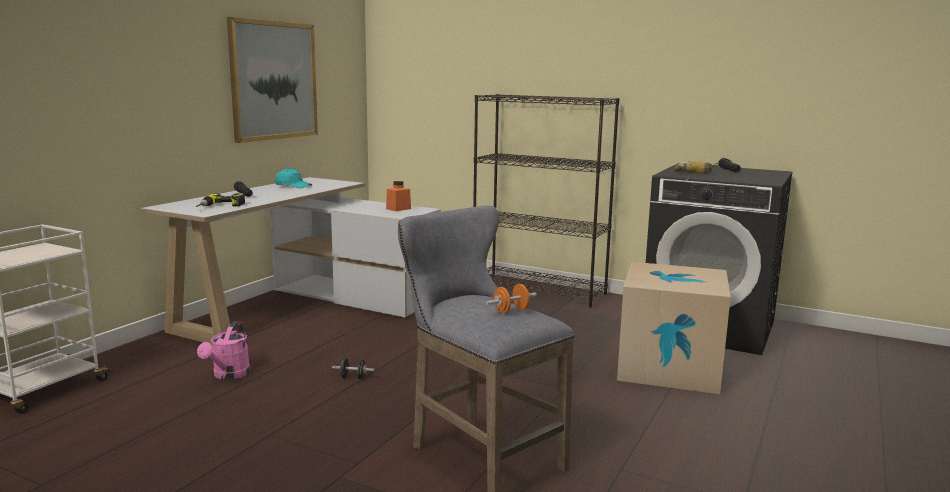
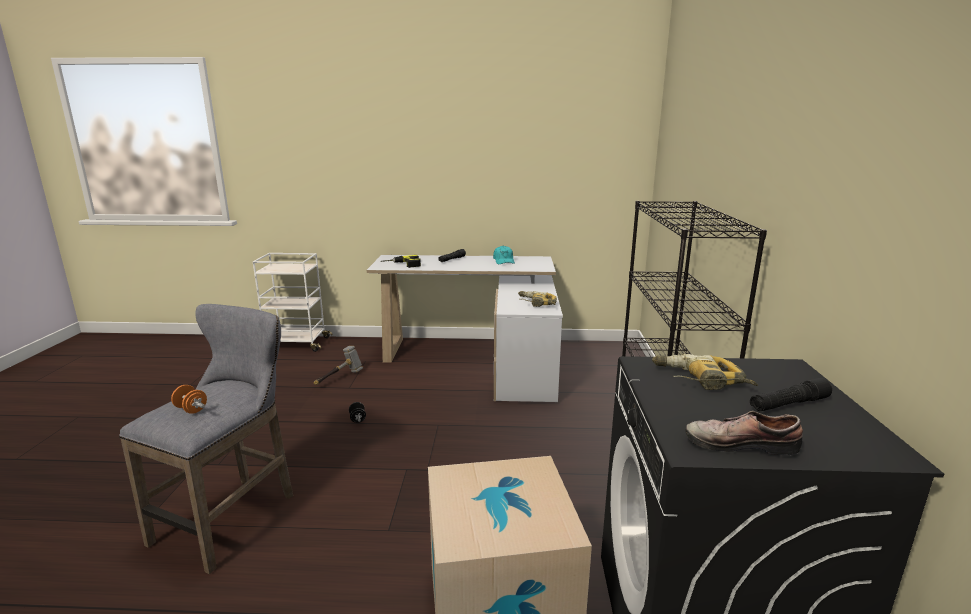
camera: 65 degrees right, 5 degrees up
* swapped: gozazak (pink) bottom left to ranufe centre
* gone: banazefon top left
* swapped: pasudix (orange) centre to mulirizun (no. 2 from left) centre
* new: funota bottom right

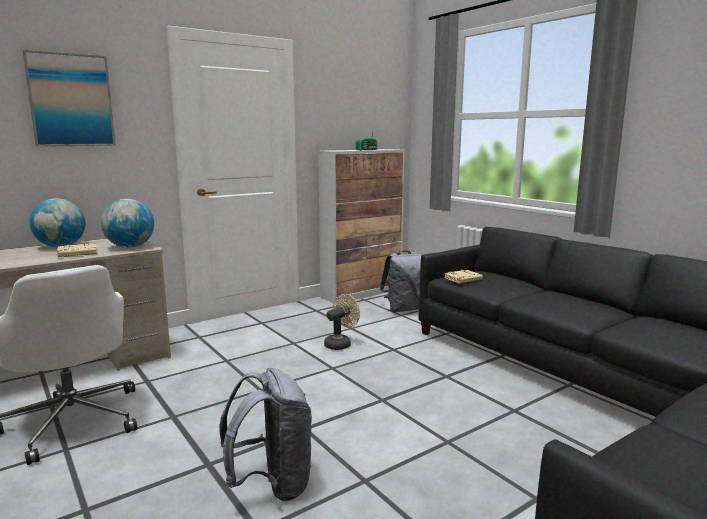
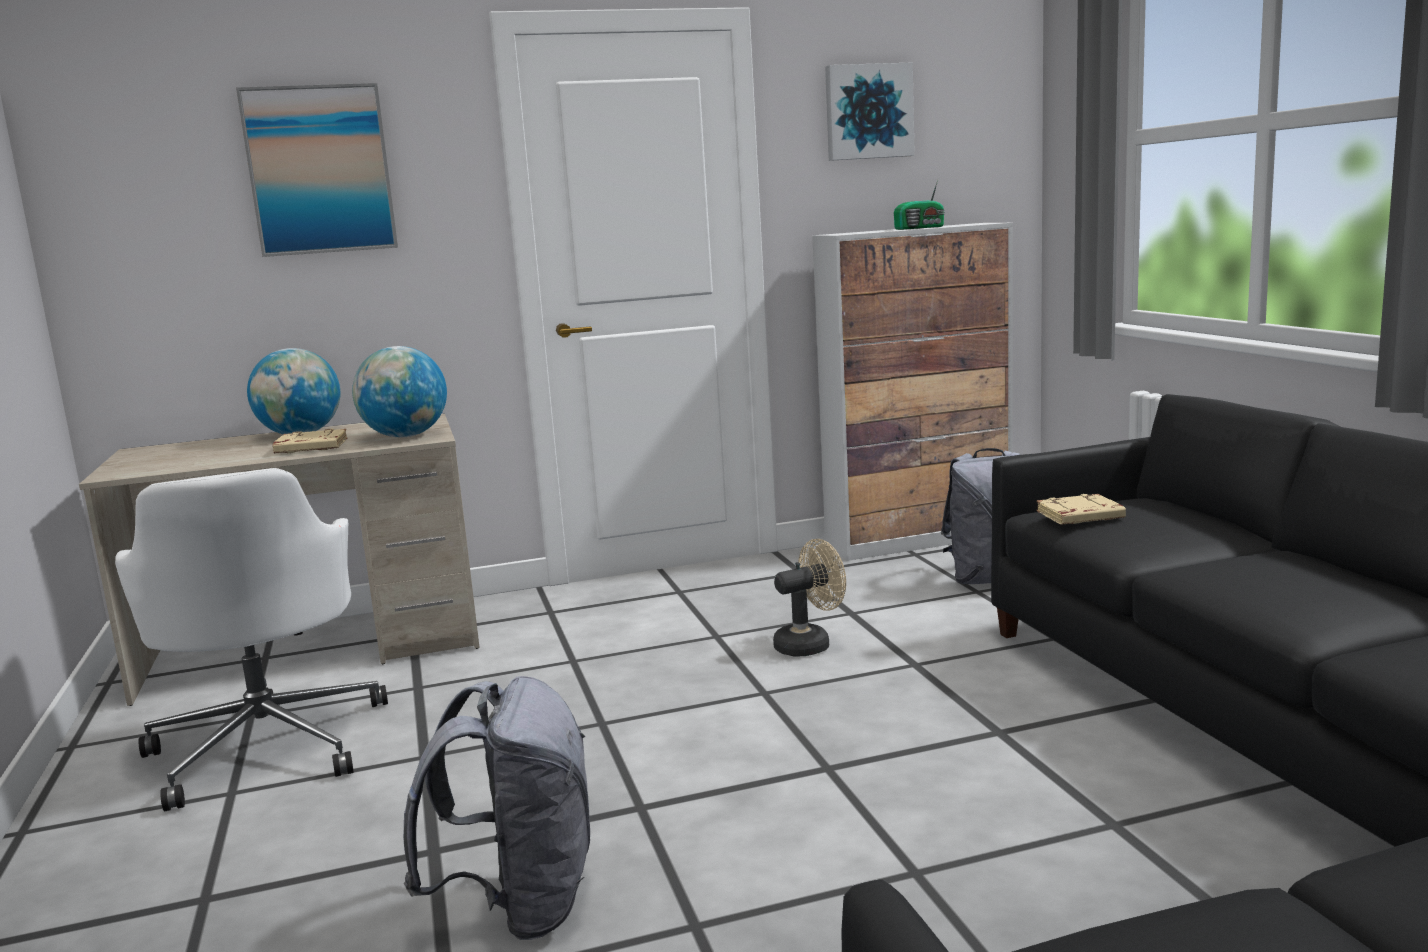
camera: 20 degrees right, 0 degrees up
* new: banazefon (no. 2 from left) top centre

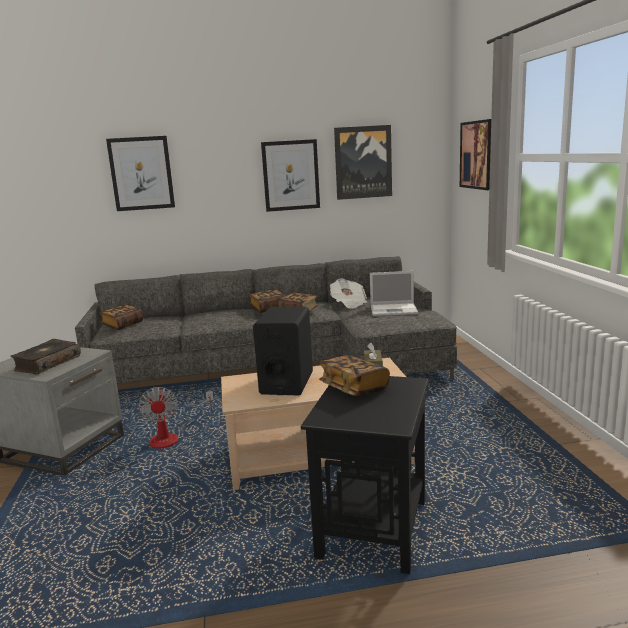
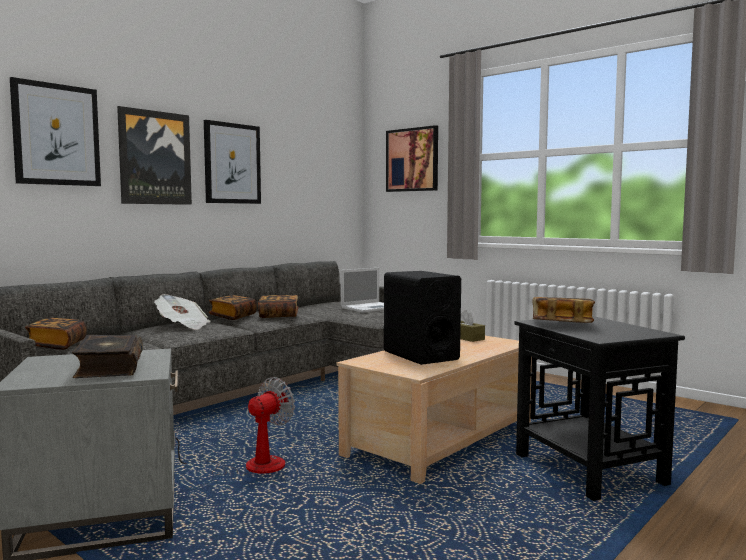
camera: 40 degrees left, 10 degrees down
* rotated: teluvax middle left = bottom left 90 degrees counterclockwise
* shifted: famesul centre to middle left
* shifted: banazefon (no. 3 from left in the first image) top centre to banazefon (no. 2 from left) top left

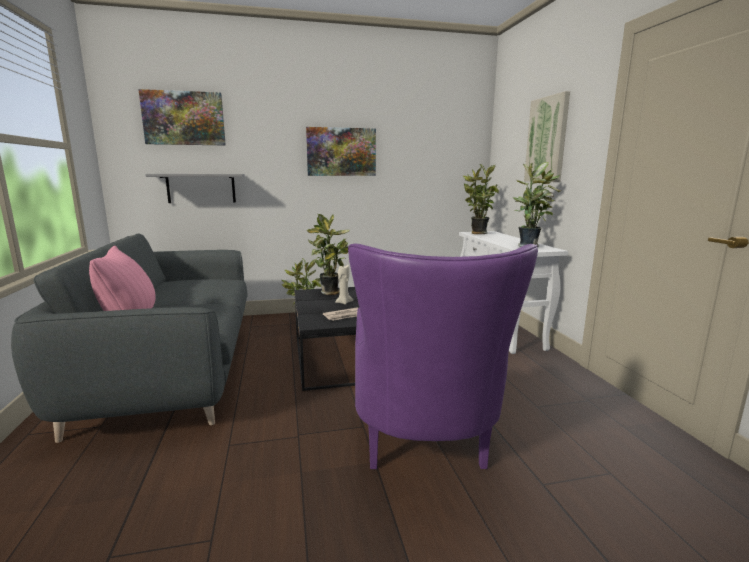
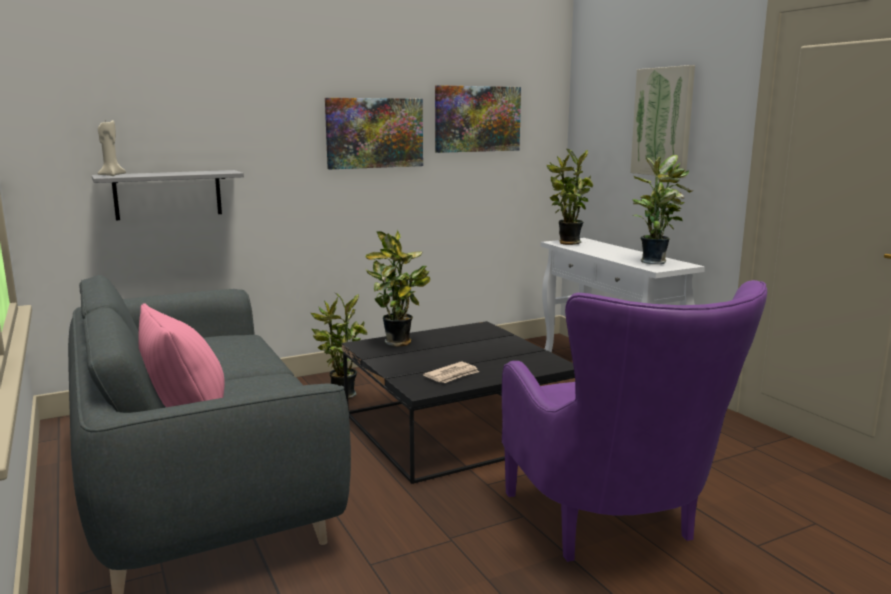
camera: 15 degrees left, 0 degrees up
* shifted: banazefon (no. 1 from left in the first image) top left to banazefon (no. 2 from left) top centre
* shifted: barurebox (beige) centre to top left

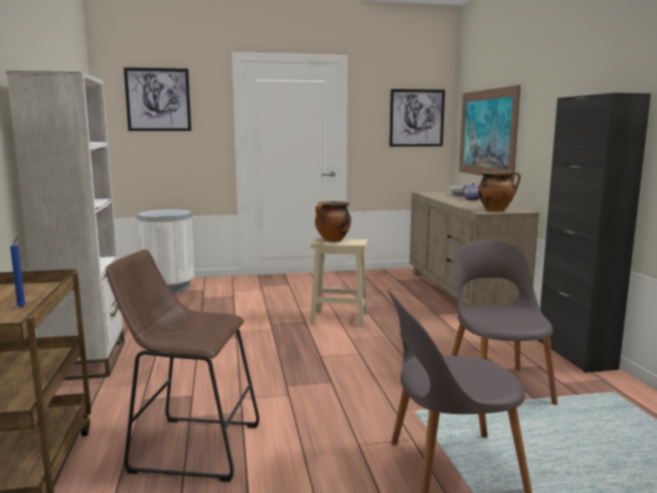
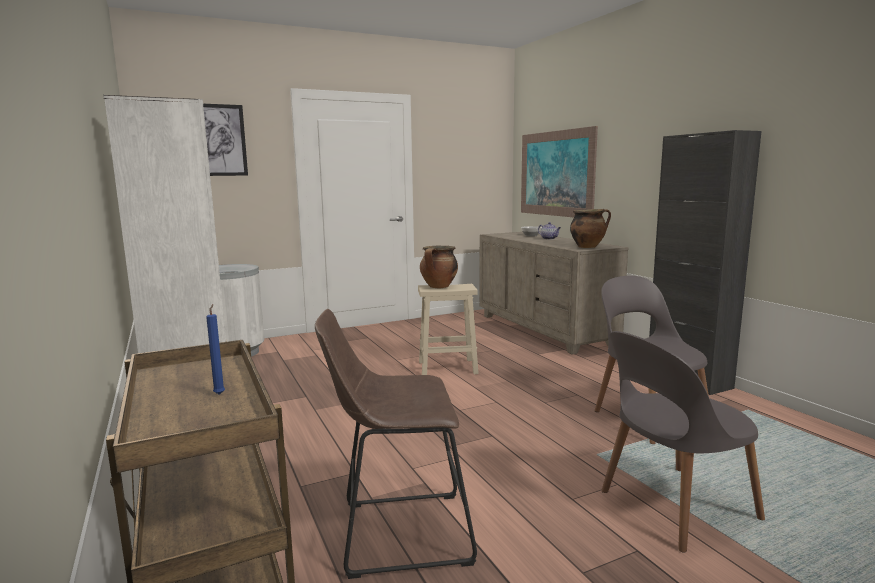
camera: 15 degrees left, 0 degrees up
* gone: banazefon (no. 2 from left) top centre

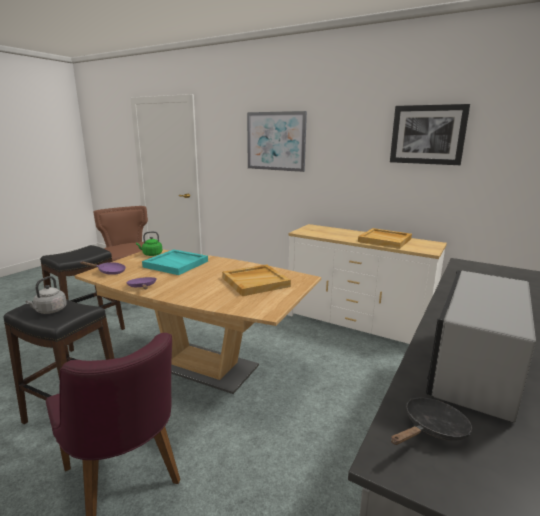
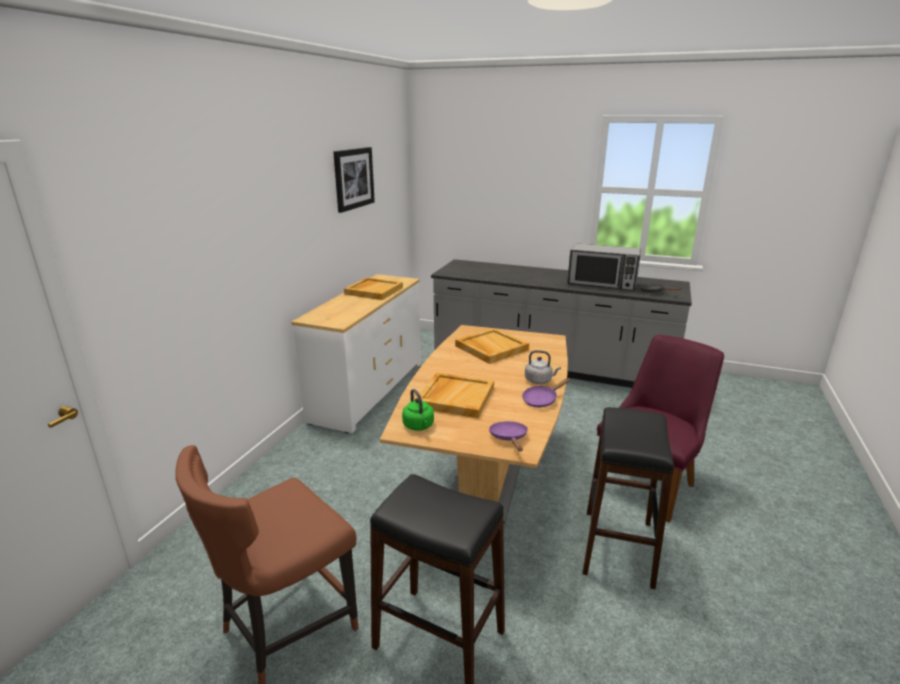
camera: 100 degrees left, 5 degrees up
* shifted: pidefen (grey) middle left to centre
* repainted: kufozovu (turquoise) middle left to kufozovu (beige) (no. 2 from left) centre
* gone: banazefon (no. 1 from left) top centre

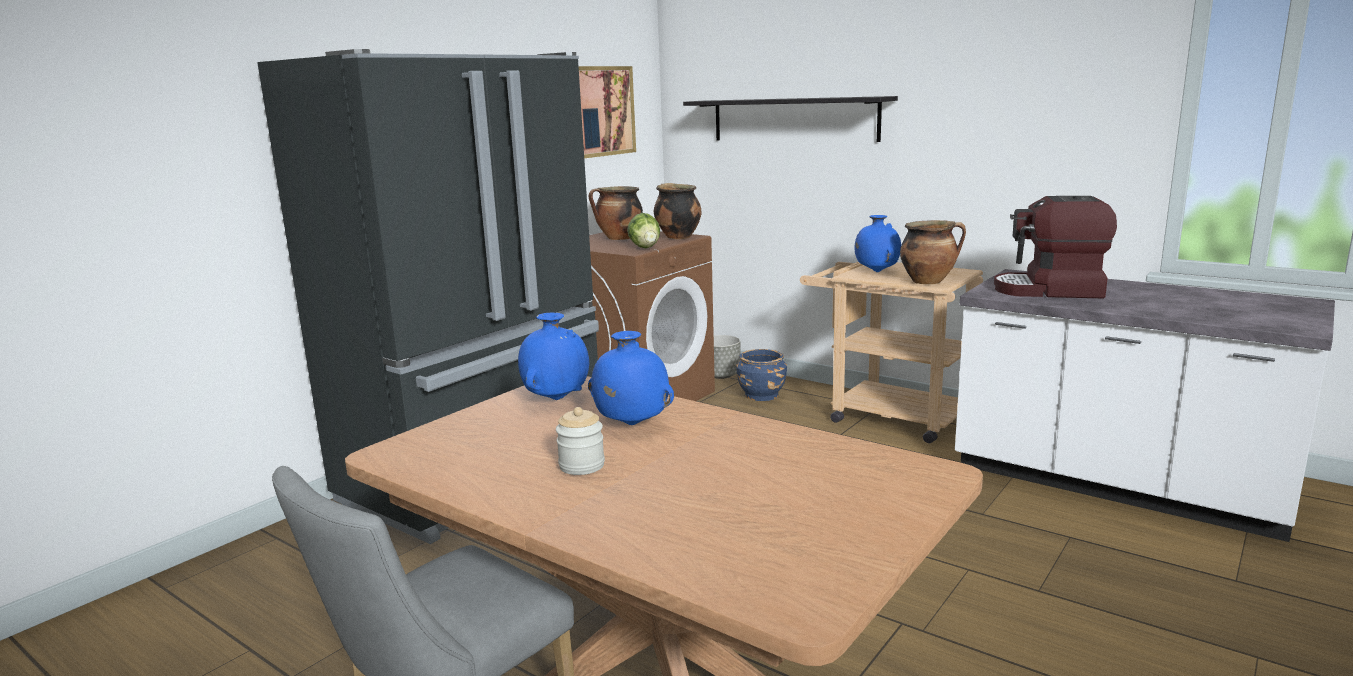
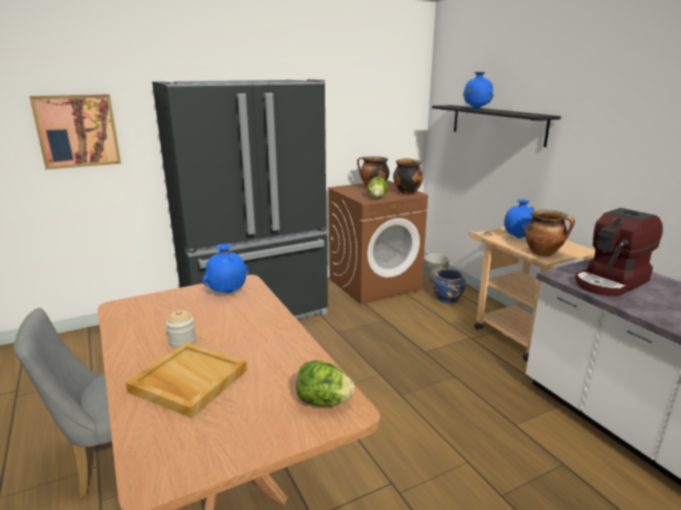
camera: 25 degrees right, 5 degrees up
* shifted: banazefon top centre to top left
* shifted: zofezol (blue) (no. 2 from left) centre to top right
* rotated: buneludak middle right = middle right 75 degrees counterclockwise
* new: kufozovu (beige) bottom left
* new: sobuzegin (no. 1 from left) bottom centre

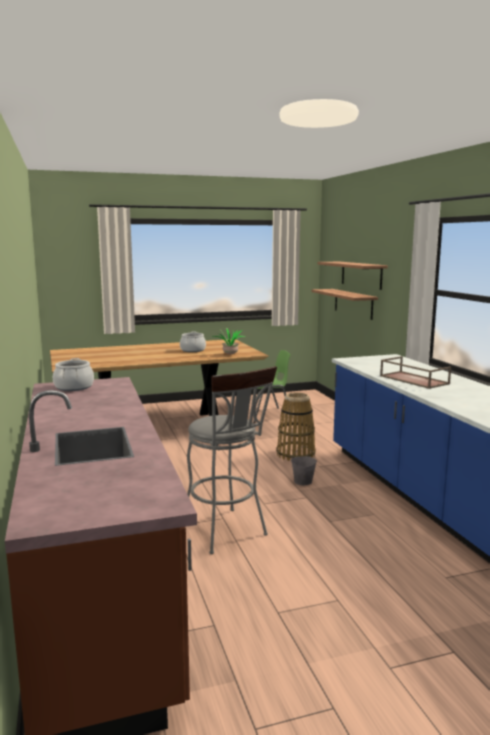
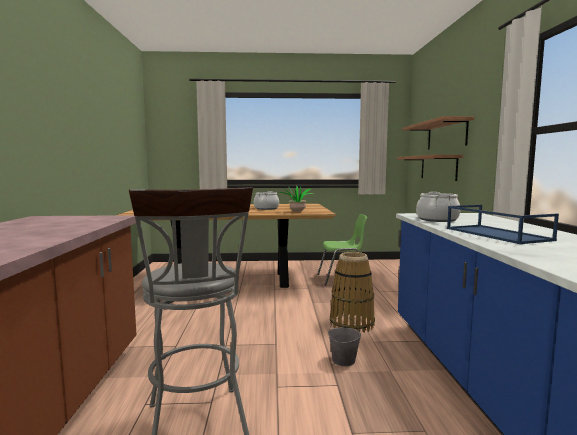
camera: 15 degrees right, 5 degrees down
* shifted: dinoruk (no. 1 from left in the first image) middle left to dinoruk (no. 2 from left) middle right
* repainted: kufozovu (brown) middle right to kufozovu (blue) middle right

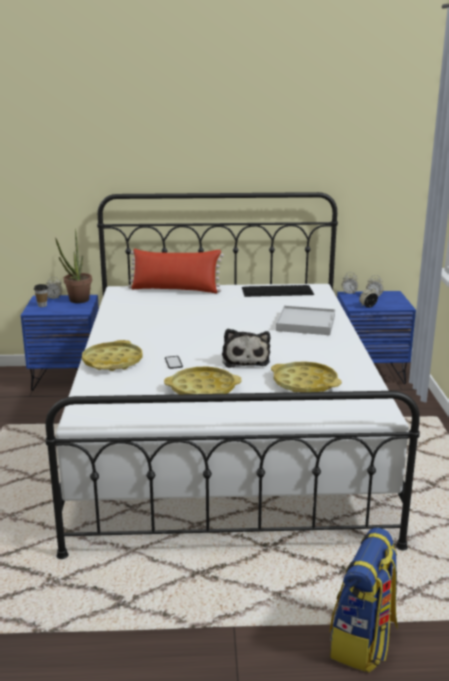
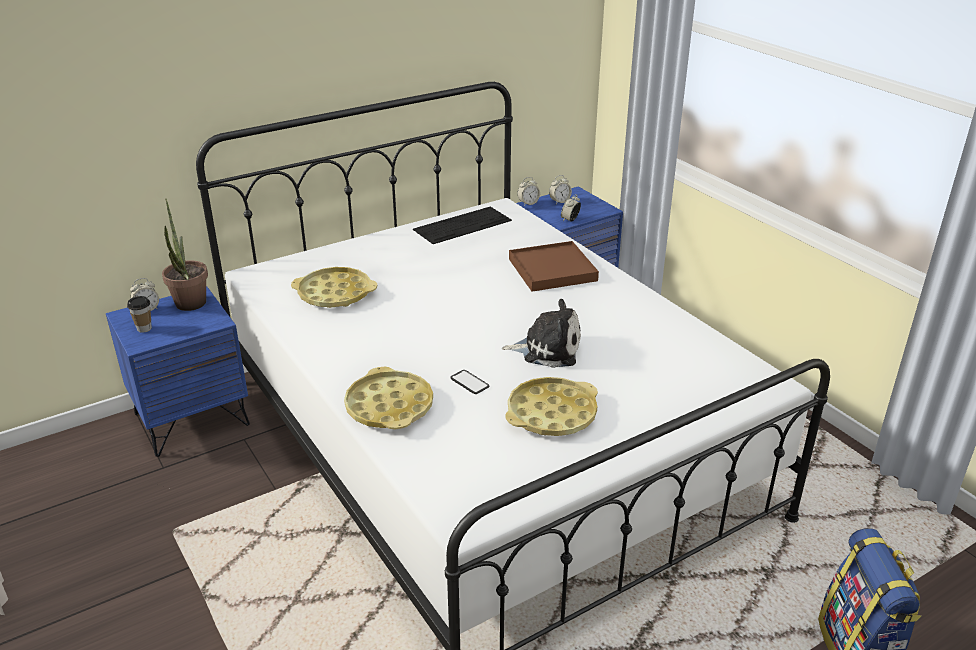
camera: 30 degrees left, 10 degrees up
* gone: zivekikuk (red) centre
* rotated: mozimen centre = centre 45 degrees counterclockwise
* shifted: kufozovu (yellow) (no. 3 from left in the first image) middle right to kufozovu (yellow) (no. 1 from left) centre
* repainted: kufozovu (white) middle right to kufozovu (brown) centre

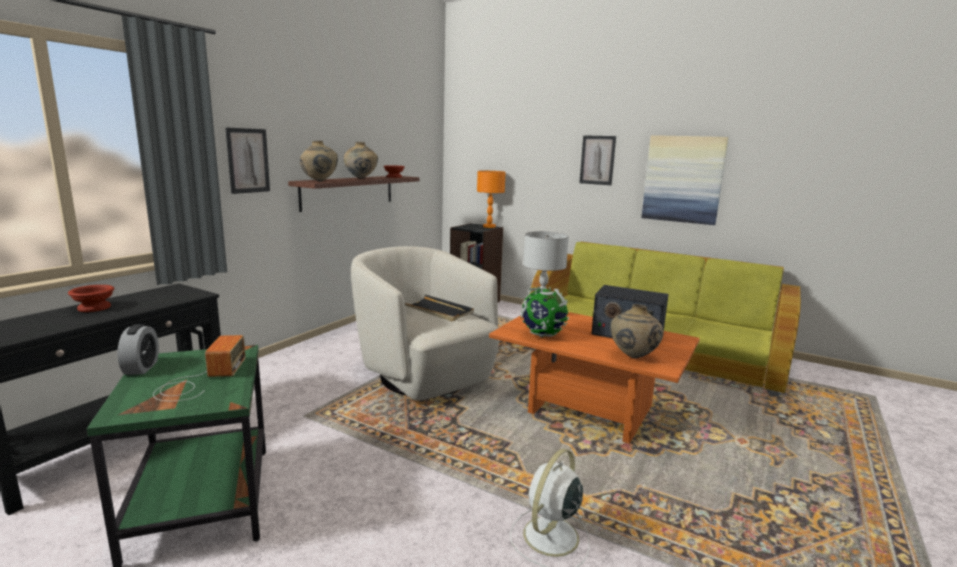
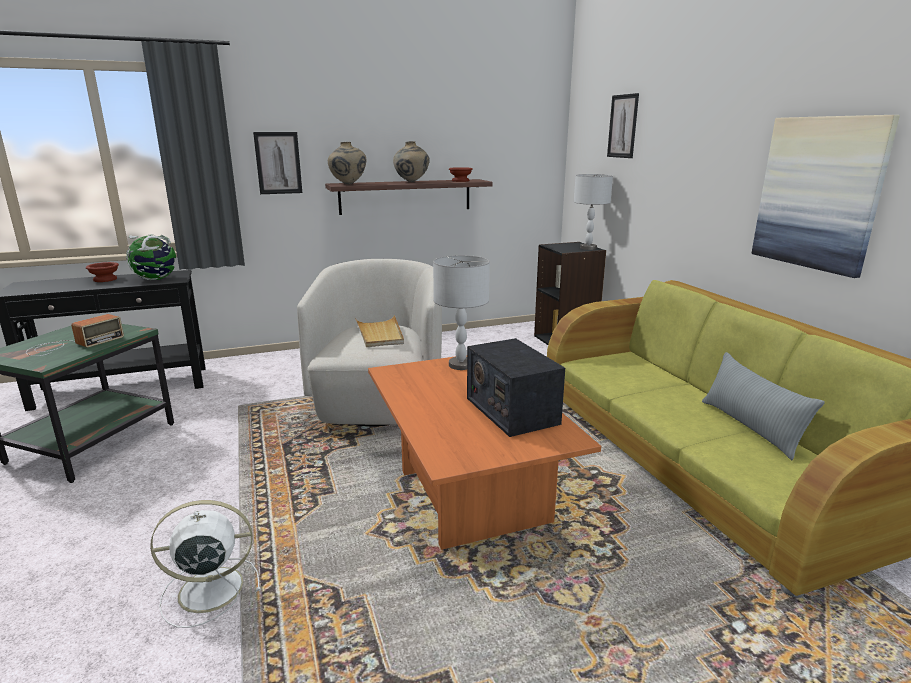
camera: 40 degrees right, 5 degrees up
* gone: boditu middle left
* repainted: kufozovu (black) centre to kufozovu (beige) centre
* repainted: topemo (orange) centre to topemo (grey) (no. 2 from left) top centre
* shifted: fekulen centre to middle left
* shifted: banazefon (no. 2 from left) top centre to top right
* gone: zofezol (beige) (no. 3 from left) centre
* new: zivekikuk (grey) middle right

